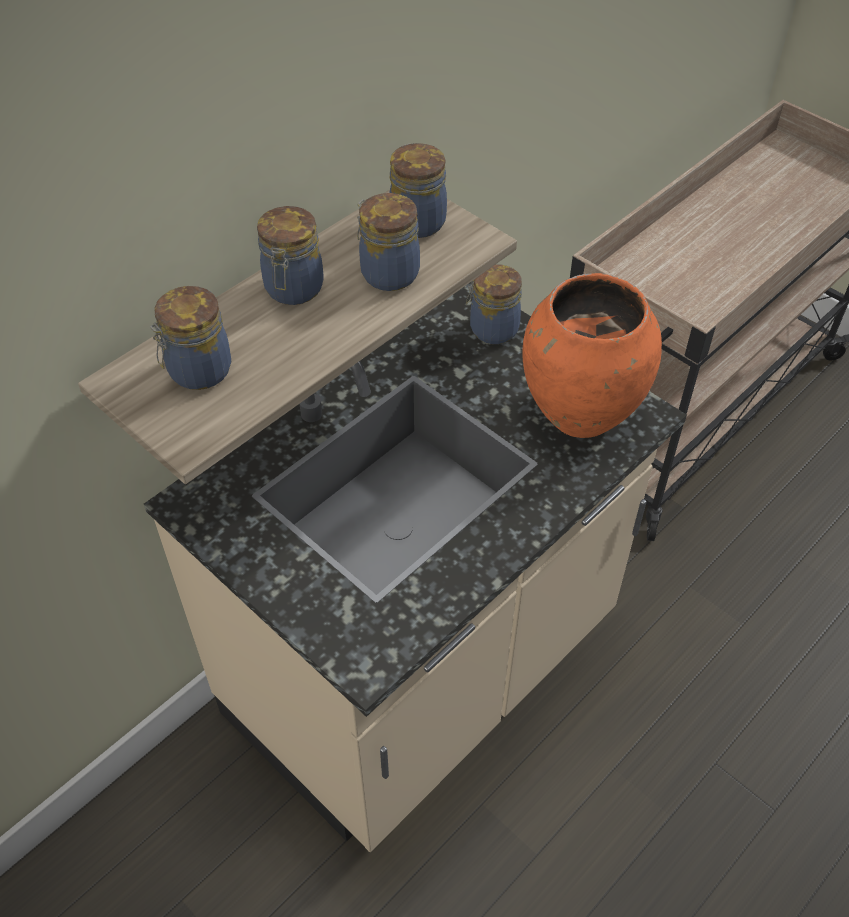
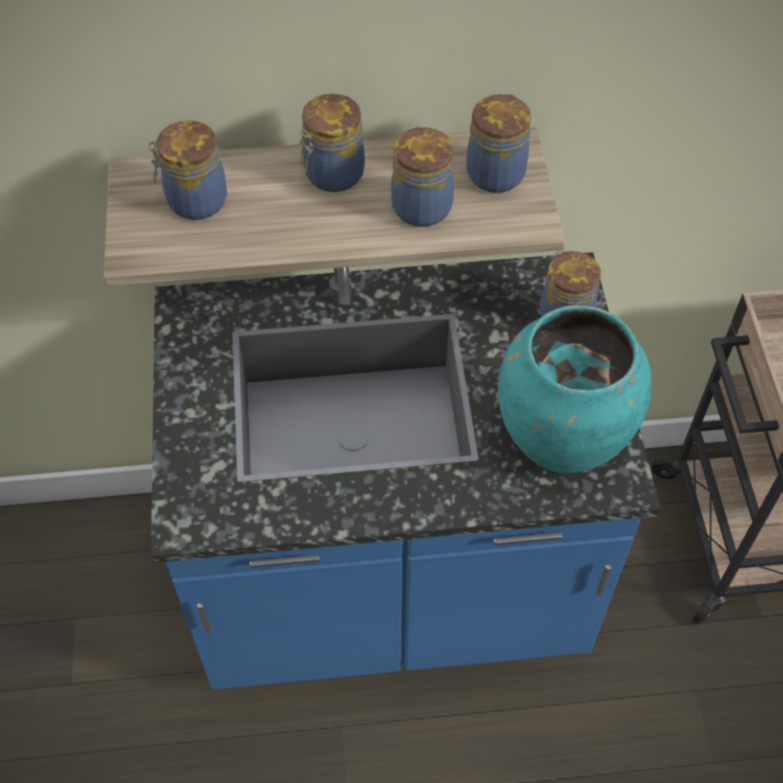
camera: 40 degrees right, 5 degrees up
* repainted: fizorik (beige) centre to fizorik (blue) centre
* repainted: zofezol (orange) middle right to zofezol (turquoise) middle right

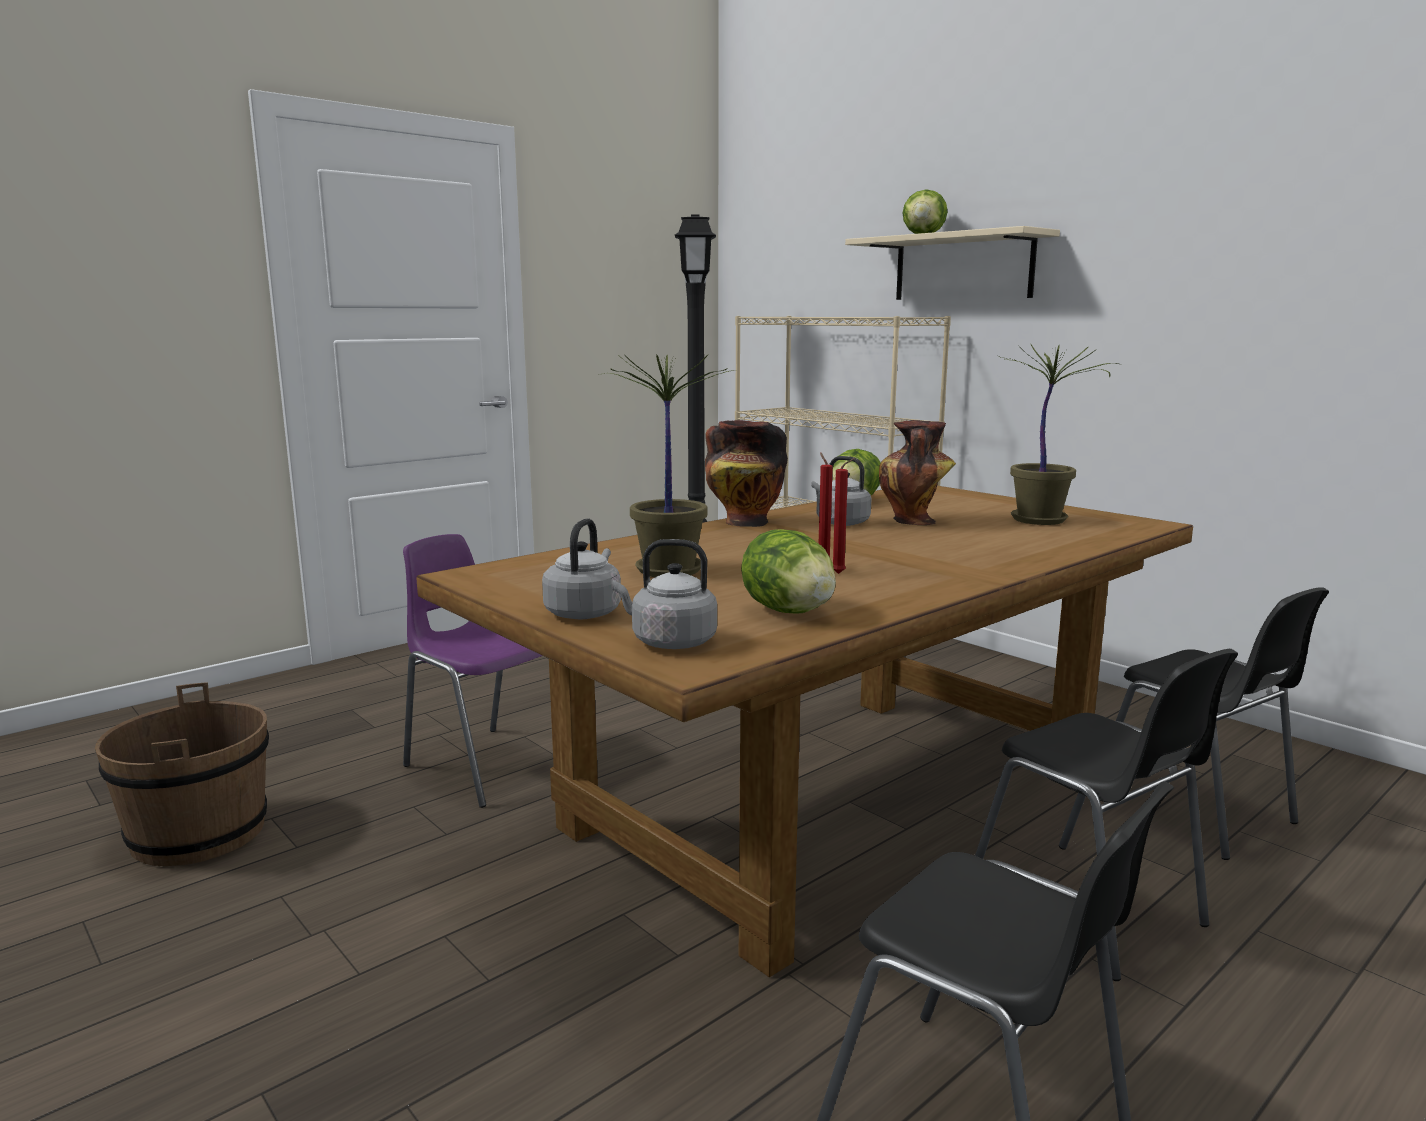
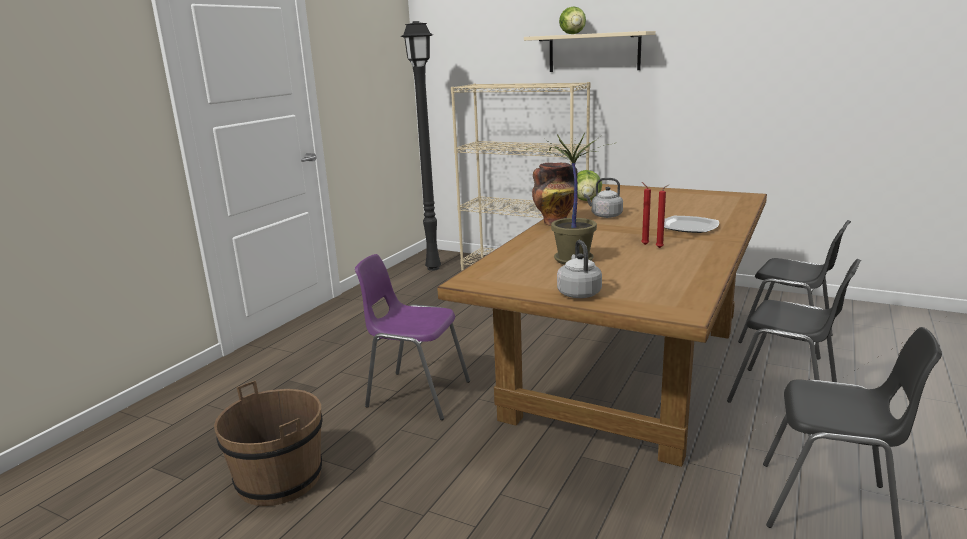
camera: 20 degrees left, 5 degrees up
* gone: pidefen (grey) (no. 2 from left) centre
* gone: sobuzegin (no. 1 from left) centre
* gone: zofezol (no. 2 from left) centre
* gone: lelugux (no. 2 from left) middle right
* new: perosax middle right

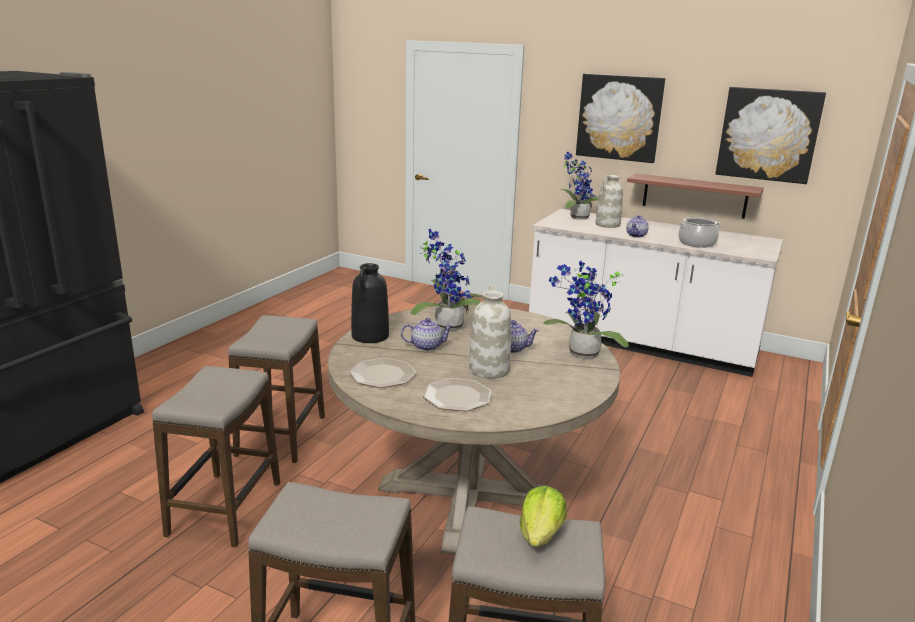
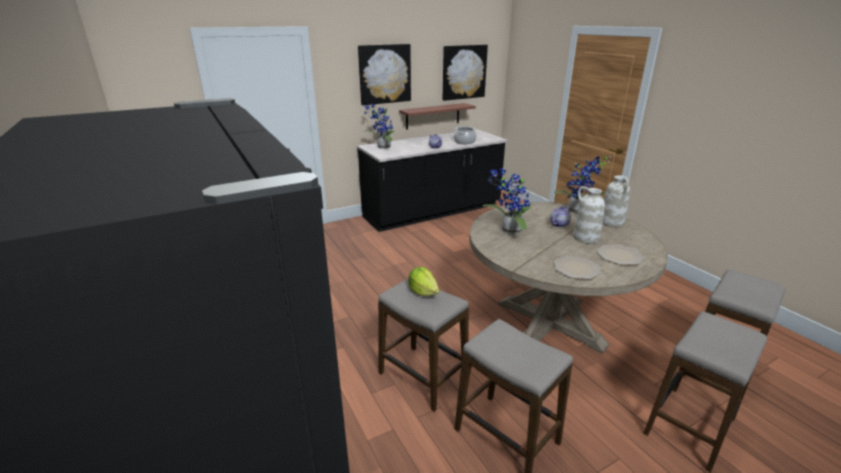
camera: 55 degrees left, 5 degrees up
* gone: zofezol (black) centre
* gone: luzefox (no. 1 from left) centre
* shifted: sobuzegin bottom centre to centre
* repainted: fizorik (white) middle right to fizorik (black) centre
* shifted: zofezol (white) (no. 2 from left) top centre to middle right

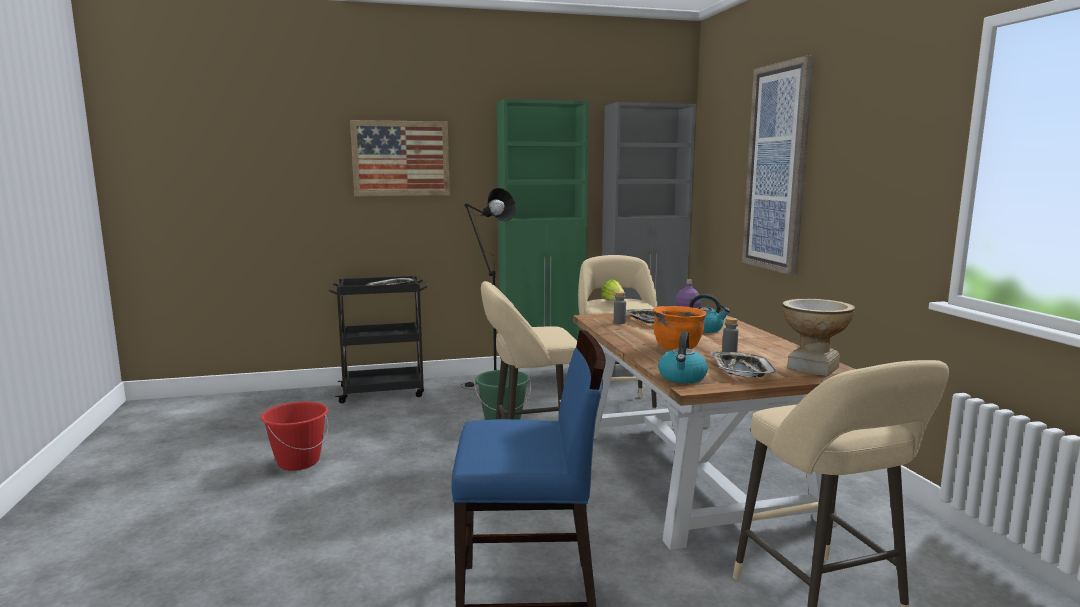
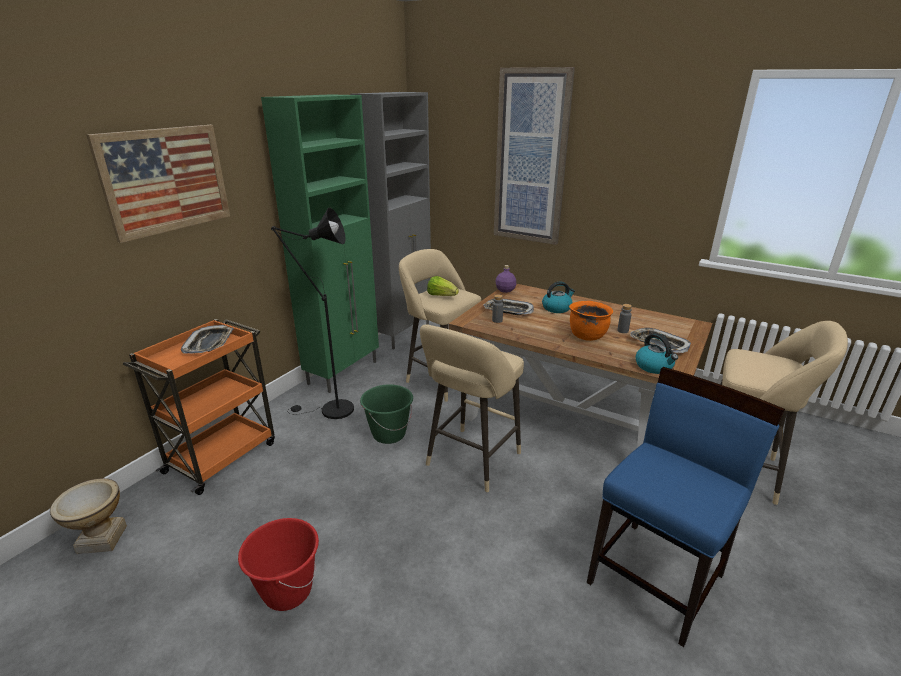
camera: 45 degrees left, 15 degrees up
* repainted: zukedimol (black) centre to zukedimol (orange) middle left
* shifted: zofezol middle right to bottom left

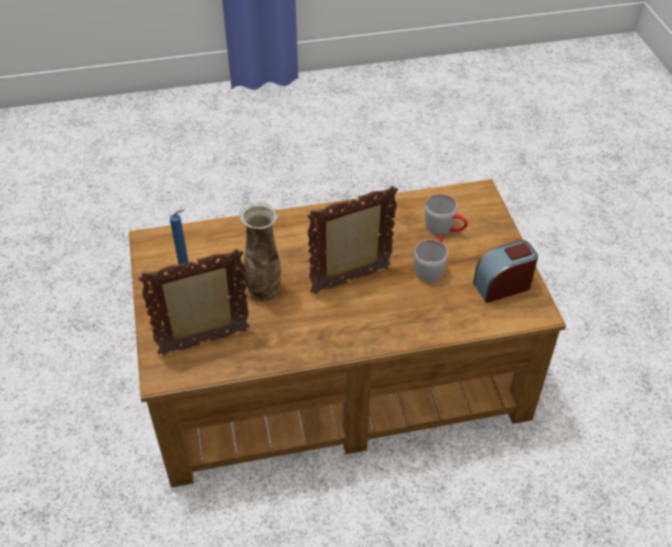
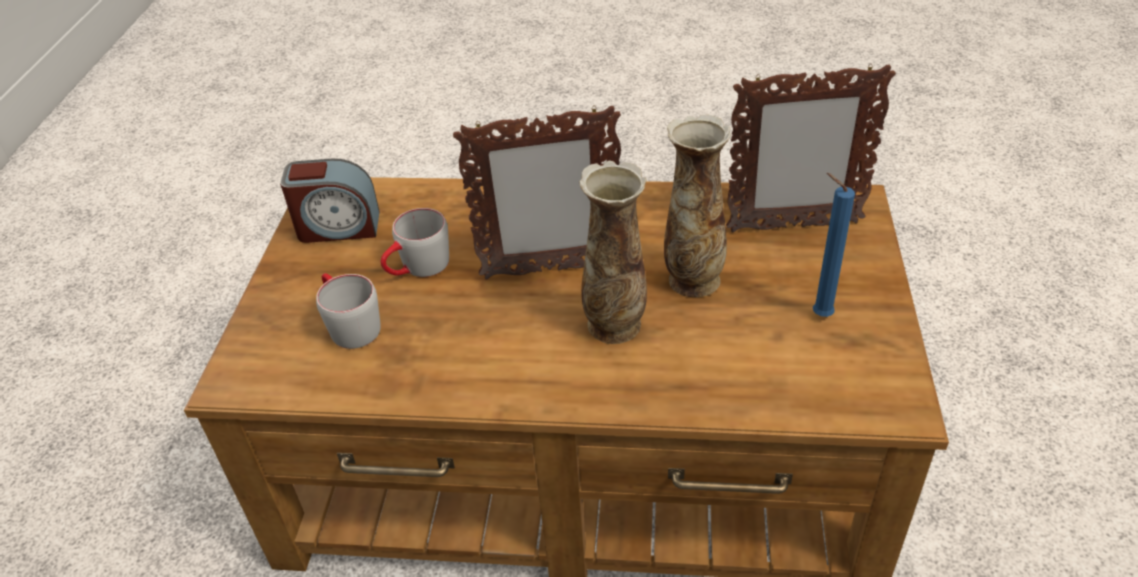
camera: 160 degrees left, 5 degrees down
* new: zofezol (no. 1 from left) centre

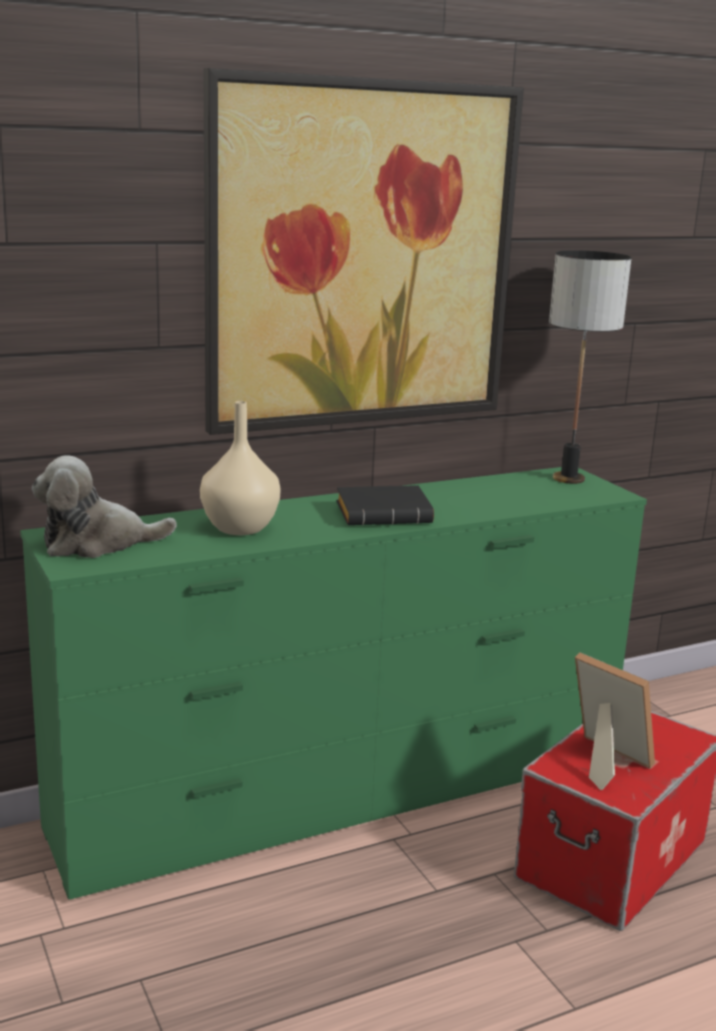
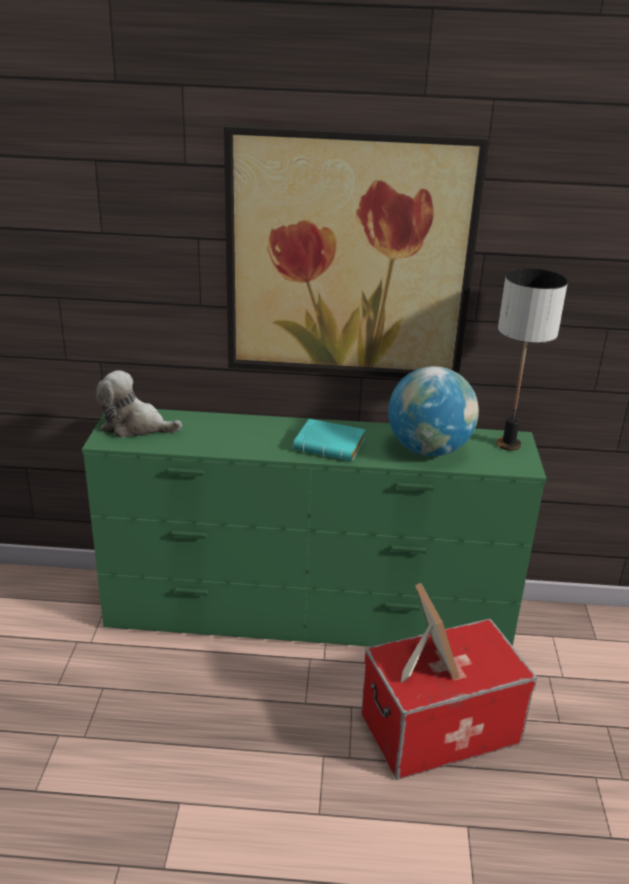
camera: 30 degrees right, 10 degrees up
* gone: zofezol (beige) centre
* repainted: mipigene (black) centre to mipigene (turquoise) centre
* new: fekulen middle right

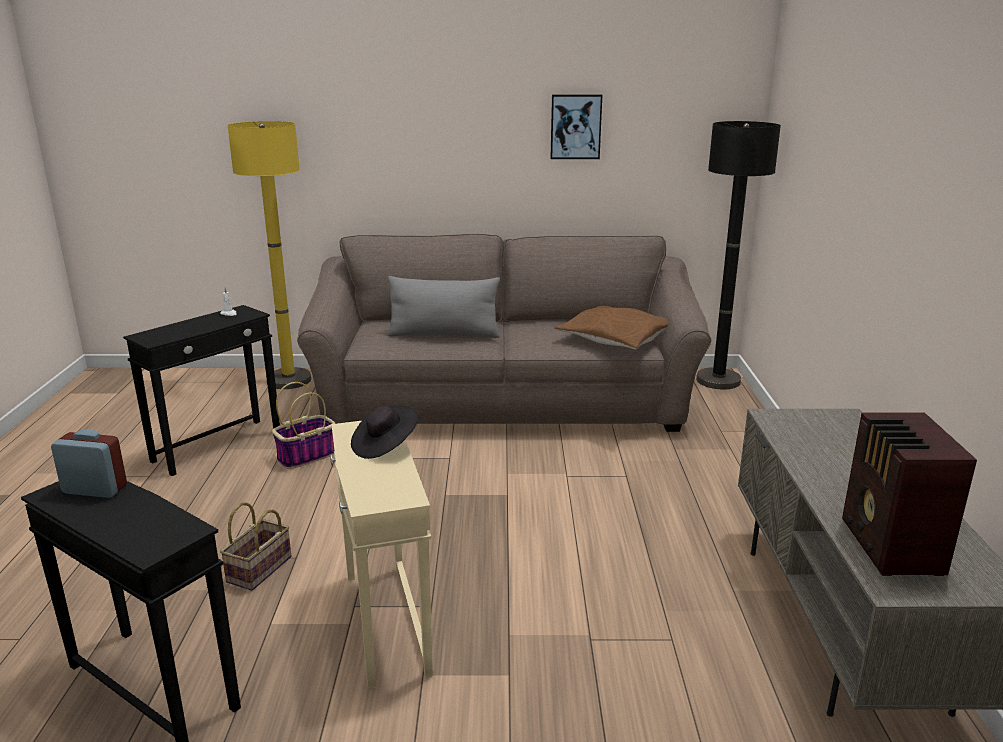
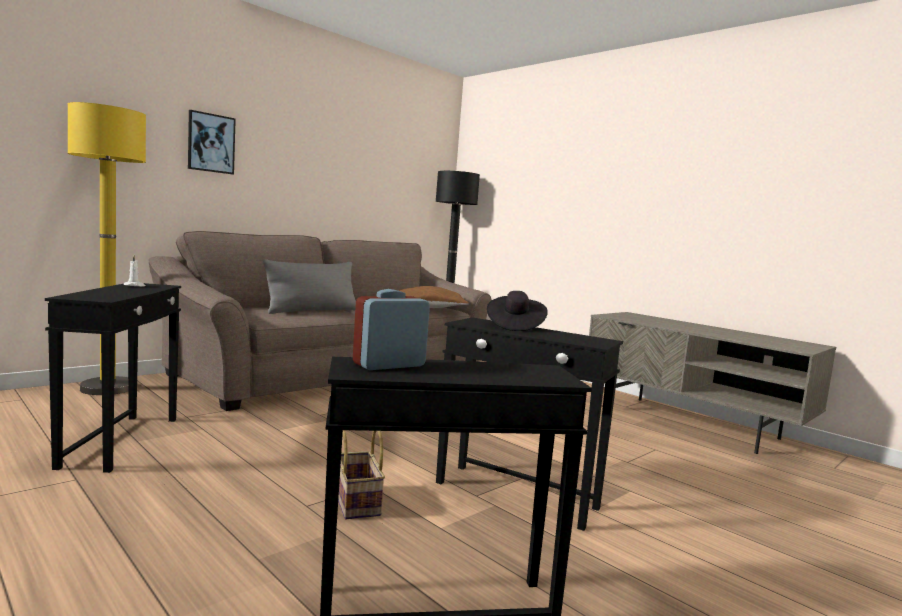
camera: 45 degrees left, 15 degrees down
* gone: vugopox (no. 2 from left) middle left
* repainted: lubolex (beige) bottom centre to lubolex (black) (no. 3 from left) bottom centre
* shifted: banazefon top centre to top left
* gone: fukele middle right

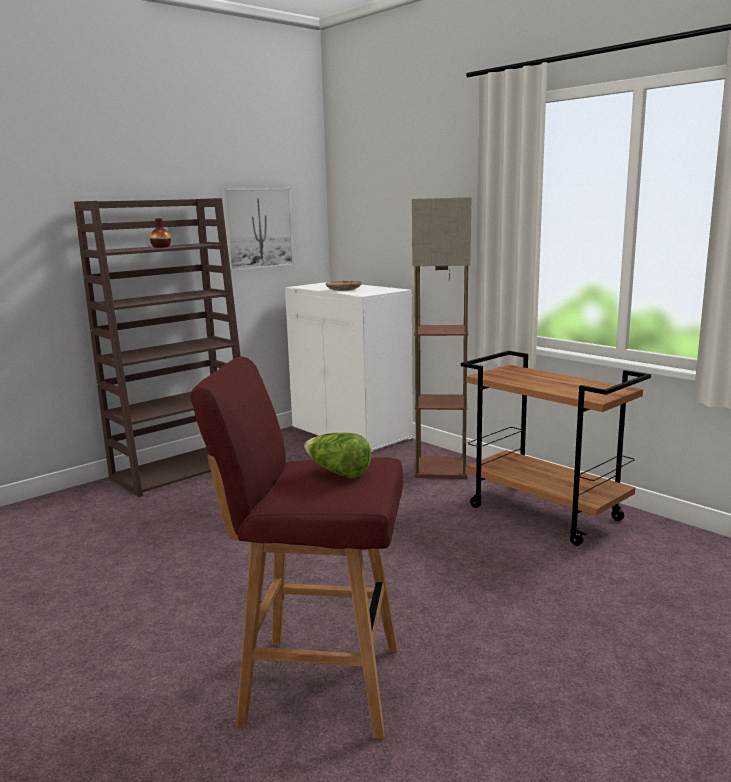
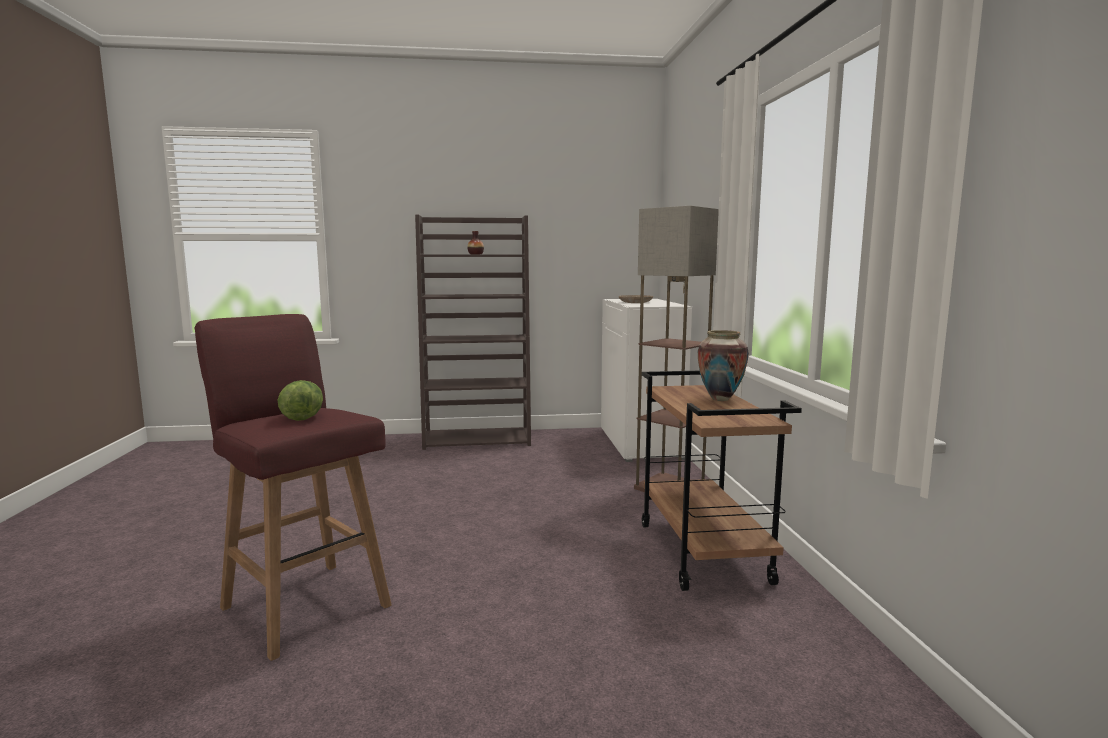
camera: 35 degrees right, 5 degrees down
* gone: banazefon top centre
* new: zofezol (no. 2 from left) centre

